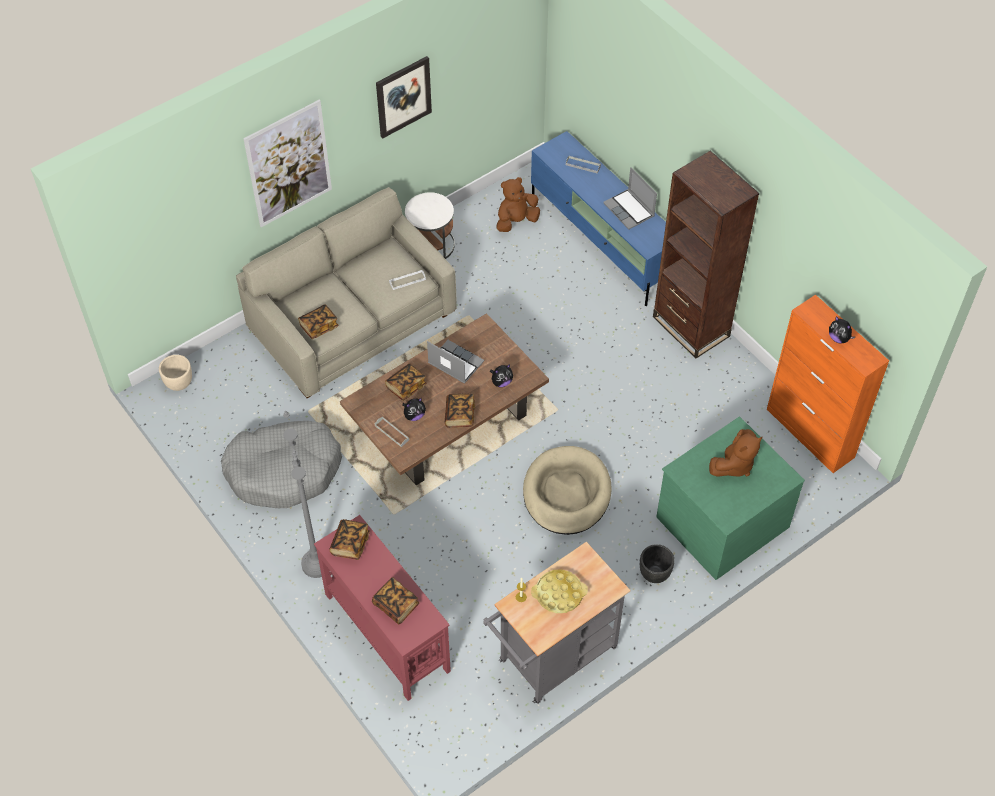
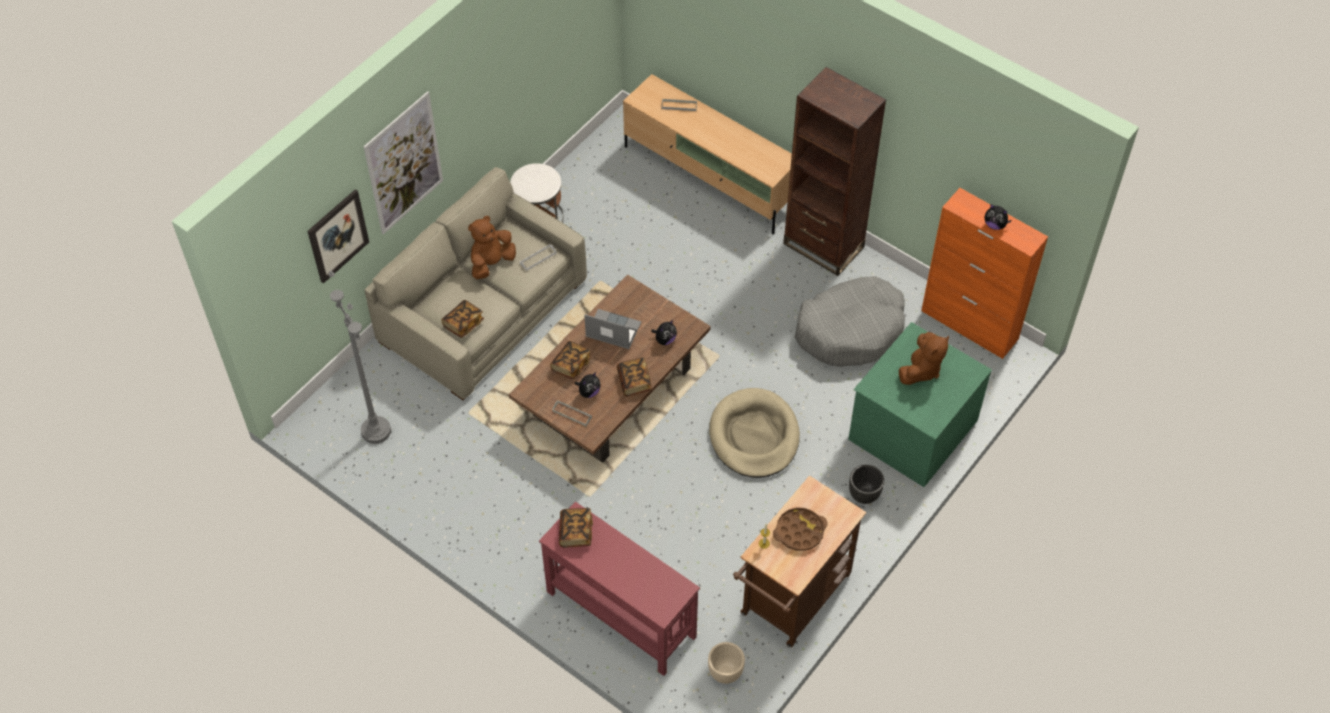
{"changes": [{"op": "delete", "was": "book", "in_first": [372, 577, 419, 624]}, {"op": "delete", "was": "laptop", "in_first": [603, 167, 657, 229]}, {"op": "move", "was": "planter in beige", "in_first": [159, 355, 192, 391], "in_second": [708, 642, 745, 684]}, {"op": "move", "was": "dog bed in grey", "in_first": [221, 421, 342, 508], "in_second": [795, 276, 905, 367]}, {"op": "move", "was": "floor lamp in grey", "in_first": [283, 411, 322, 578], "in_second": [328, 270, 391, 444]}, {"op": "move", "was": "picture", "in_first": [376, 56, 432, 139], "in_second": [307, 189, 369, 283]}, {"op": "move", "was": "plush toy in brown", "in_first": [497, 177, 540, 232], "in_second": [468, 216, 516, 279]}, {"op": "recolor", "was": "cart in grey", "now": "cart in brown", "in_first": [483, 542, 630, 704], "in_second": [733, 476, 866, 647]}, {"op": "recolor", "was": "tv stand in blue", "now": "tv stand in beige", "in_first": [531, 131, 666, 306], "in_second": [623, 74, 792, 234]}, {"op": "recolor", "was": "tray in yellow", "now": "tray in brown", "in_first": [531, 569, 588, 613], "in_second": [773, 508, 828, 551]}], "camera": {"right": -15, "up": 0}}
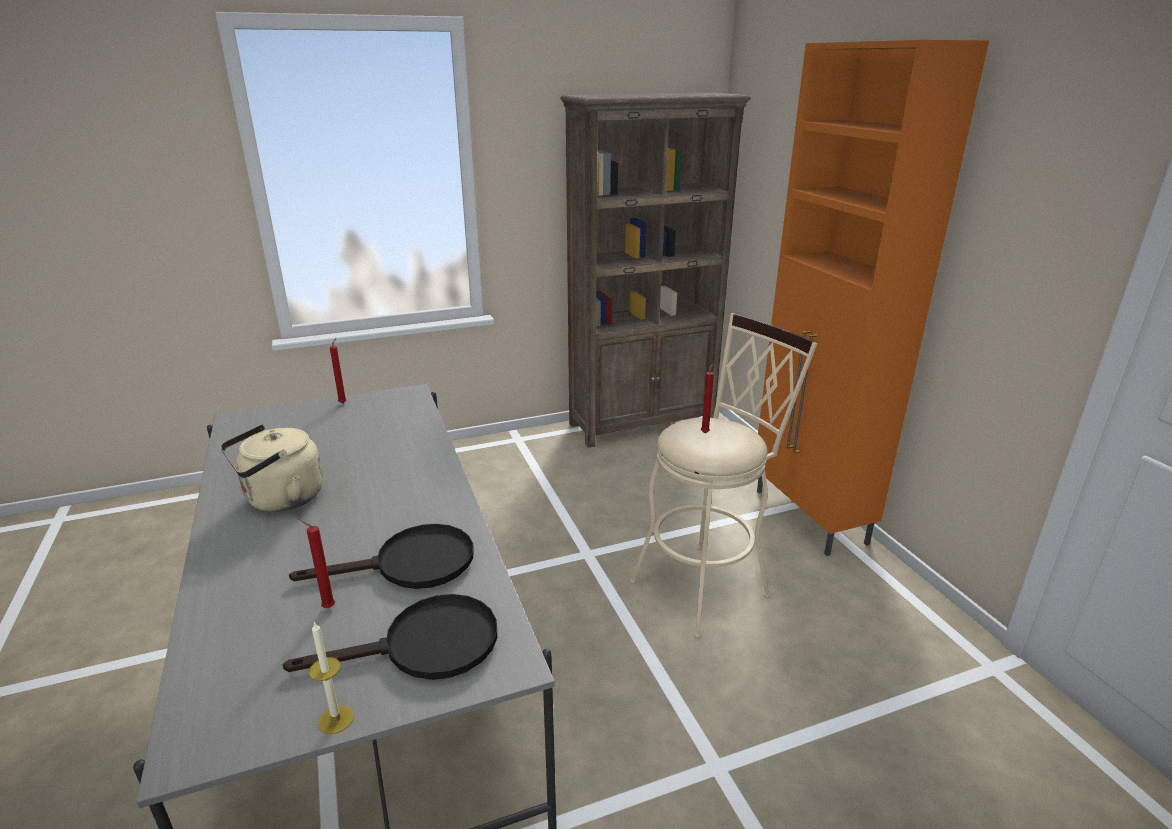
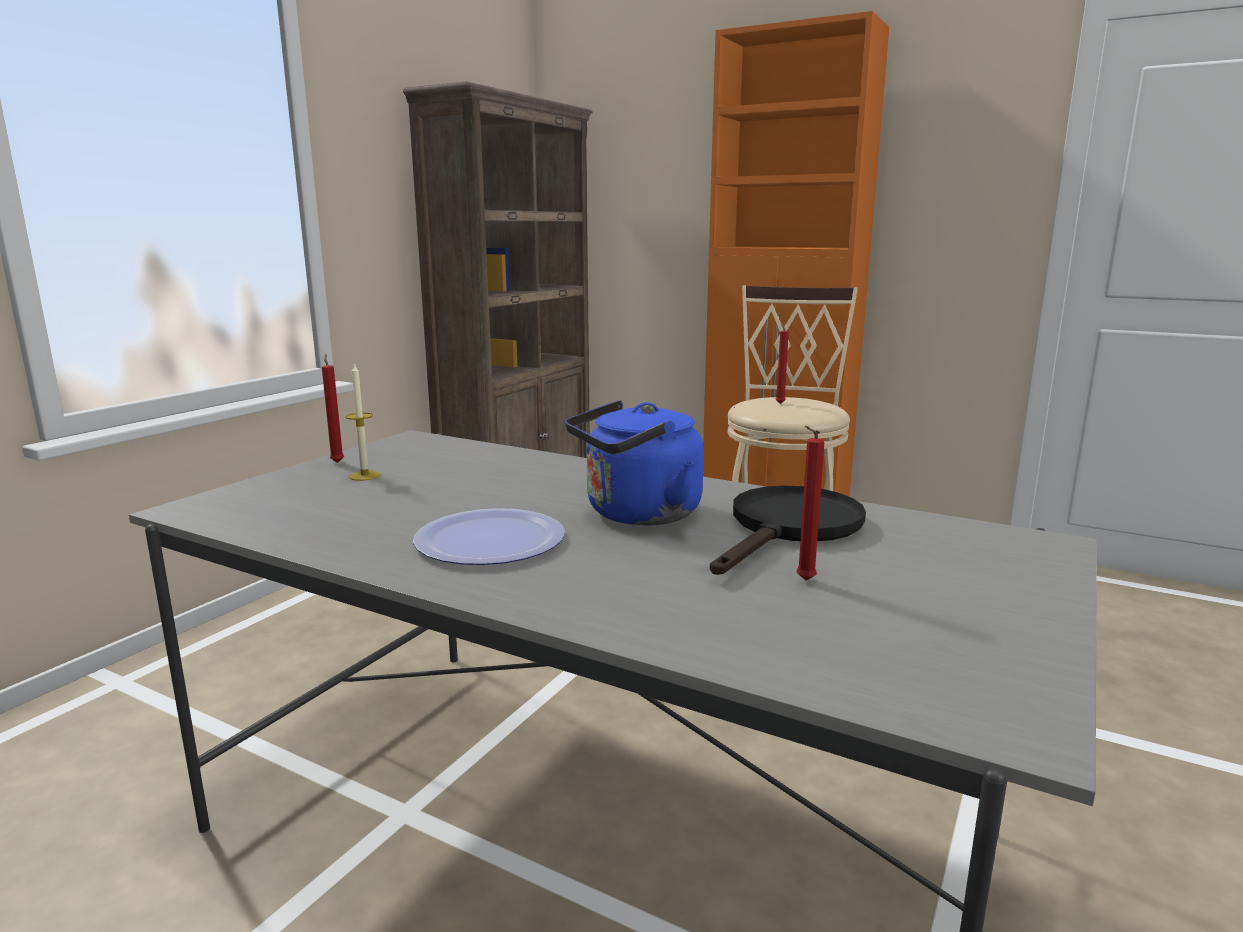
{"changes": [{"op": "delete", "was": "frying pan in black", "in_first": [283, 594, 497, 680]}, {"op": "insert", "now": "kettle in blue", "in_second": [565, 400, 704, 525]}, {"op": "move", "was": "candle", "in_first": [309, 621, 354, 734], "in_second": [346, 363, 381, 481]}, {"op": "replace", "was": "kettle in beige", "now": "plate", "in_first": [220, 424, 323, 512], "in_second": [413, 508, 565, 565]}], "camera": {"right": -40, "up": -10}}
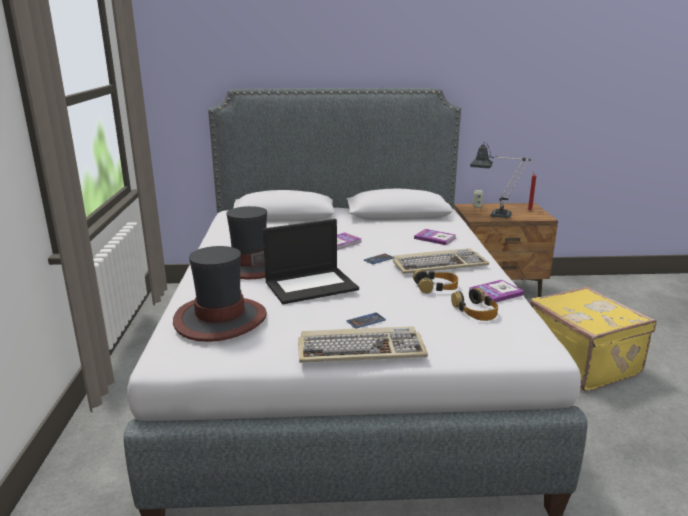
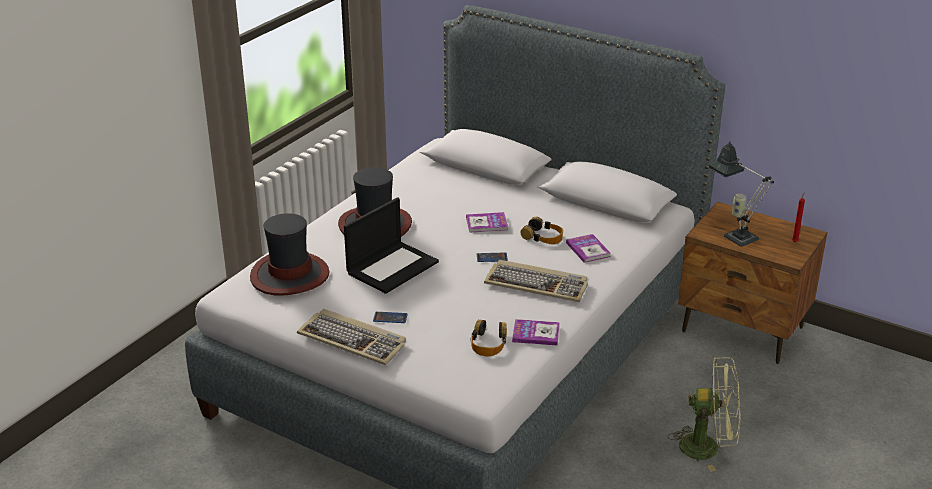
{"changes": [{"op": "move", "was": "headphones", "in_first": [413, 269, 458, 294], "in_second": [520, 217, 563, 244]}, {"op": "replace", "was": "suitcase in yellow", "now": "fan in green", "in_first": [530, 287, 656, 392], "in_second": [668, 357, 741, 472]}, {"op": "rotate", "was": "laptop", "in_first": [263, 219, 359, 304], "in_second": [344, 197, 439, 294], "clockwise": -60}], "camera": {"right": 35, "up": 10}}
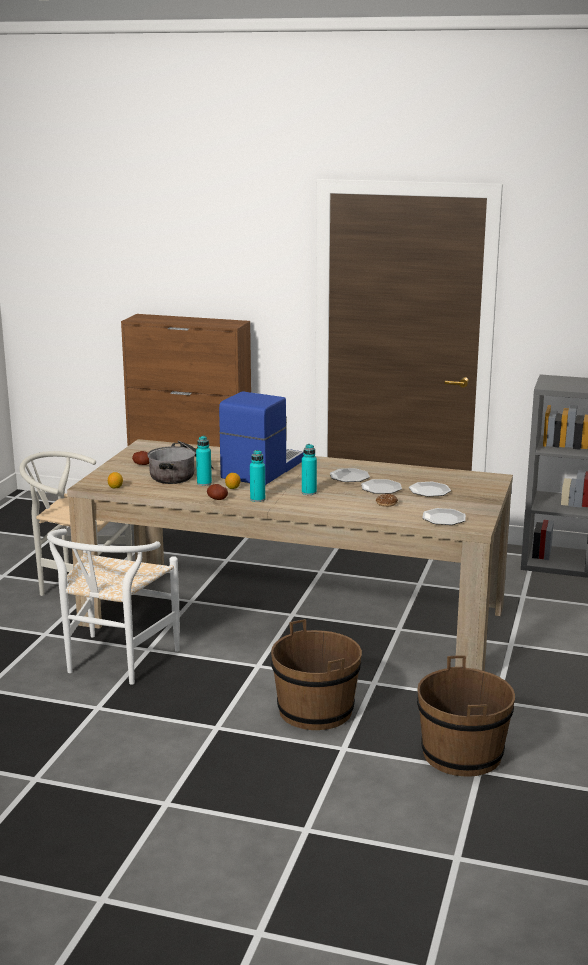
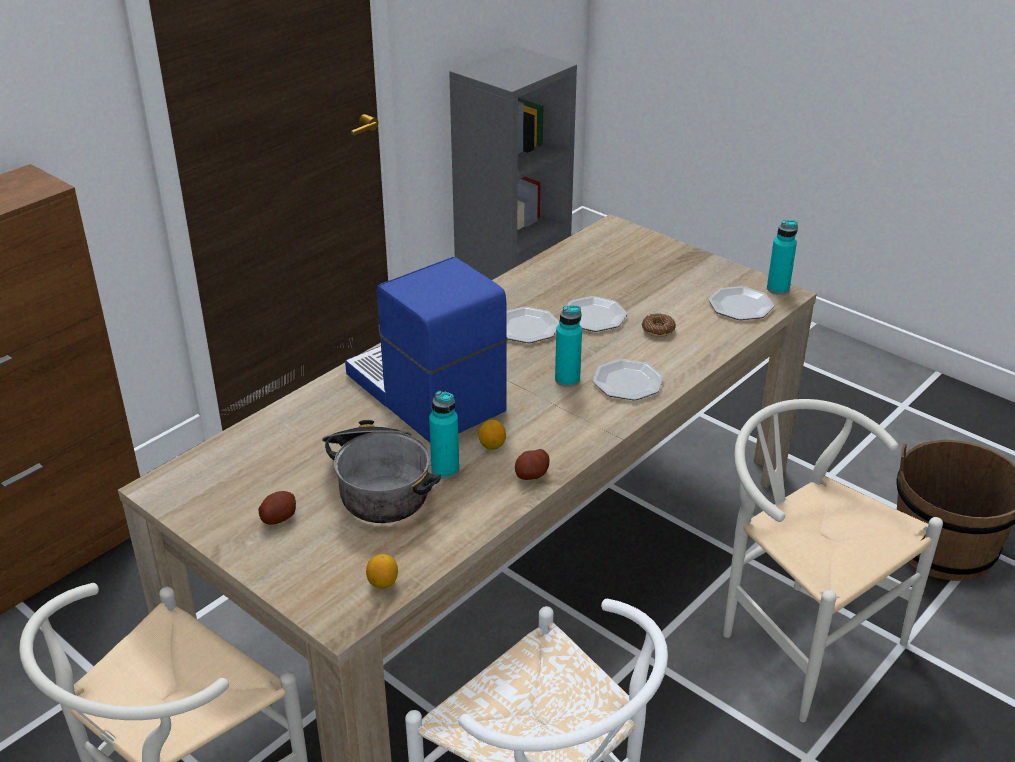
{"changes": [{"op": "move", "was": "bottle in turquoise", "in_first": [250, 450, 265, 502], "in_second": [767, 220, 798, 295]}, {"op": "move", "was": "plate", "in_first": [409, 482, 451, 497], "in_second": [593, 359, 663, 400]}, {"op": "replace", "was": "bucket in brown", "now": "chair in white", "in_first": [271, 619, 362, 730], "in_second": [723, 399, 943, 722]}], "camera": {"right": -65, "up": 15}}
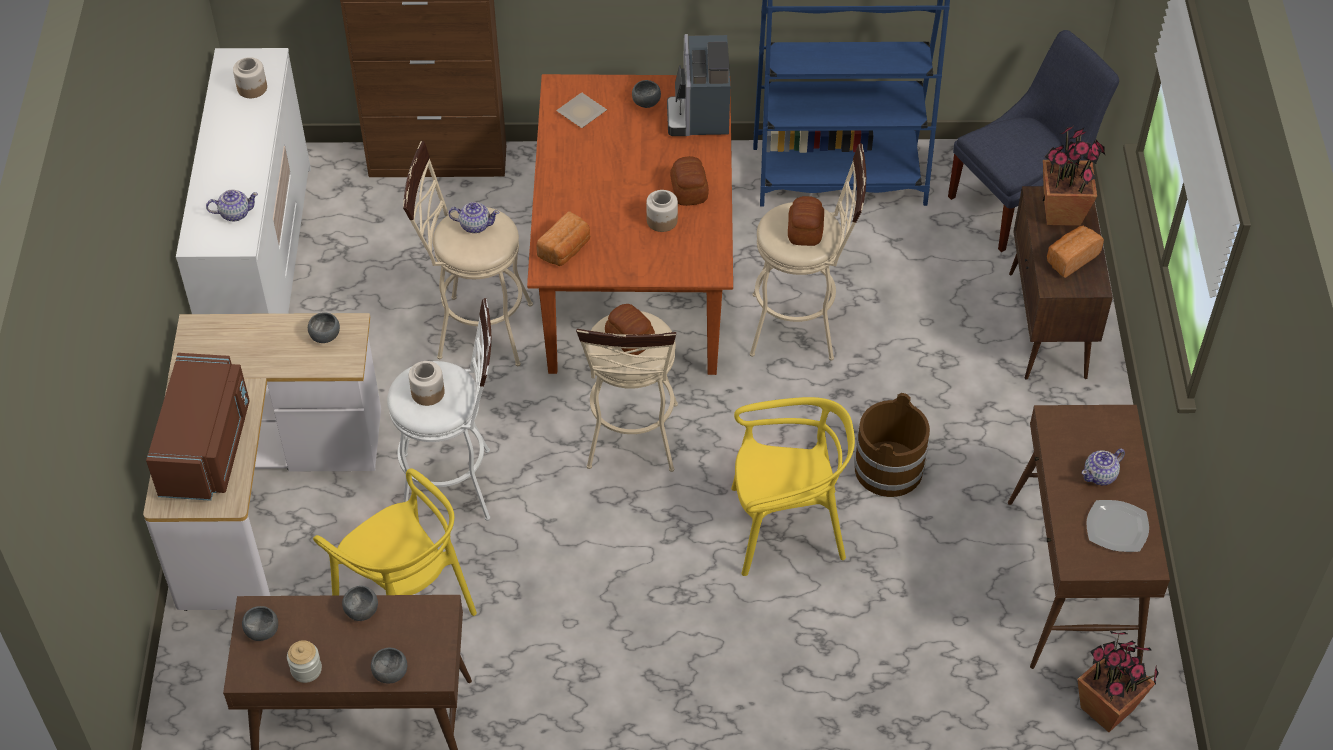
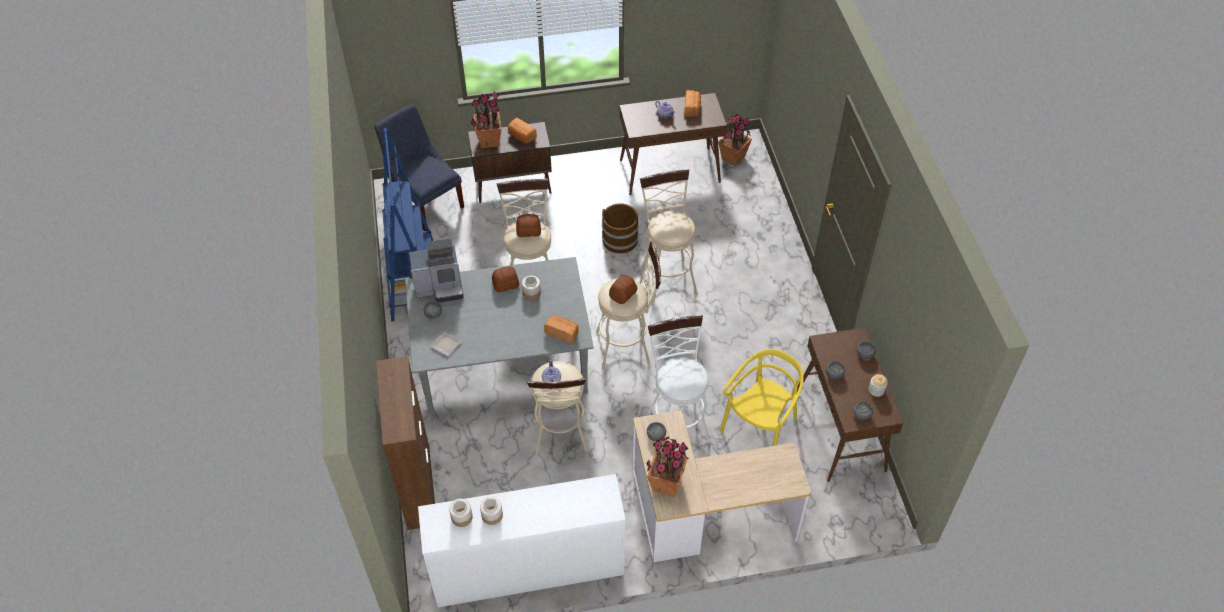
{"changes": [{"op": "delete", "was": "microwave in brown", "in_first": [146, 353, 250, 501]}, {"op": "delete", "was": "teapot", "in_first": [206, 190, 258, 221]}, {"op": "insert", "now": "potted plant", "in_second": [646, 437, 689, 497]}, {"op": "move", "was": "jar", "in_first": [409, 361, 445, 406], "in_second": [480, 496, 503, 525]}, {"op": "replace", "was": "chair in yellow", "now": "stool in beige", "in_first": [731, 397, 855, 576], "in_second": [640, 169, 697, 302]}, {"op": "replace", "was": "plate", "now": "bread", "in_first": [1086, 500, 1149, 552], "in_second": [684, 90, 701, 117]}, {"op": "recolor", "was": "dining table in brown", "now": "dining table in grey", "in_first": [527, 74, 733, 375], "in_second": [405, 257, 594, 415]}], "camera": {"right": -100, "up": 0}}
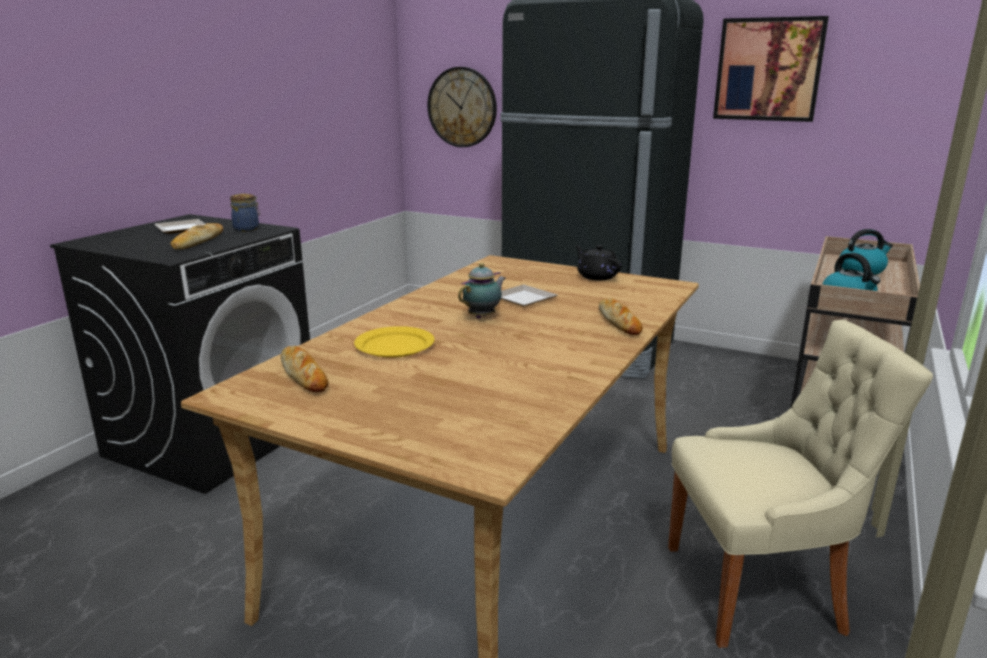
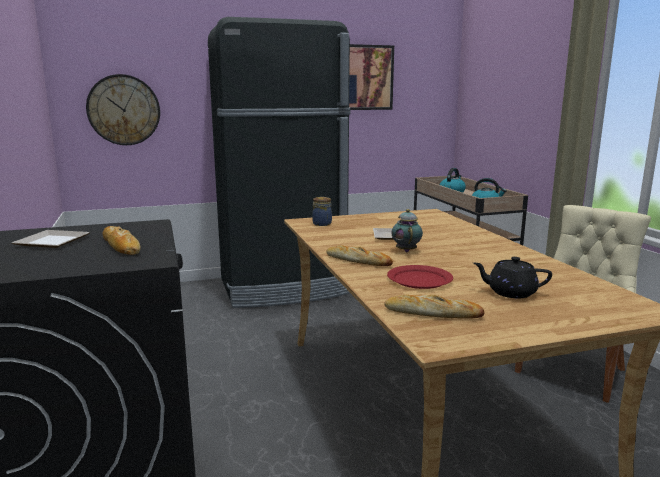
{"changes": [{"op": "move", "was": "jar", "in_first": [230, 194, 260, 232], "in_second": [312, 197, 332, 226]}, {"op": "move", "was": "teapot in black", "in_first": [575, 245, 622, 280], "in_second": [473, 257, 552, 298]}, {"op": "move", "was": "bread", "in_first": [599, 298, 643, 335], "in_second": [326, 245, 393, 266]}, {"op": "recolor", "was": "plate in yellow", "now": "plate in red", "in_first": [354, 326, 435, 358], "in_second": [387, 265, 453, 289]}], "camera": {"right": -45, "up": -5}}
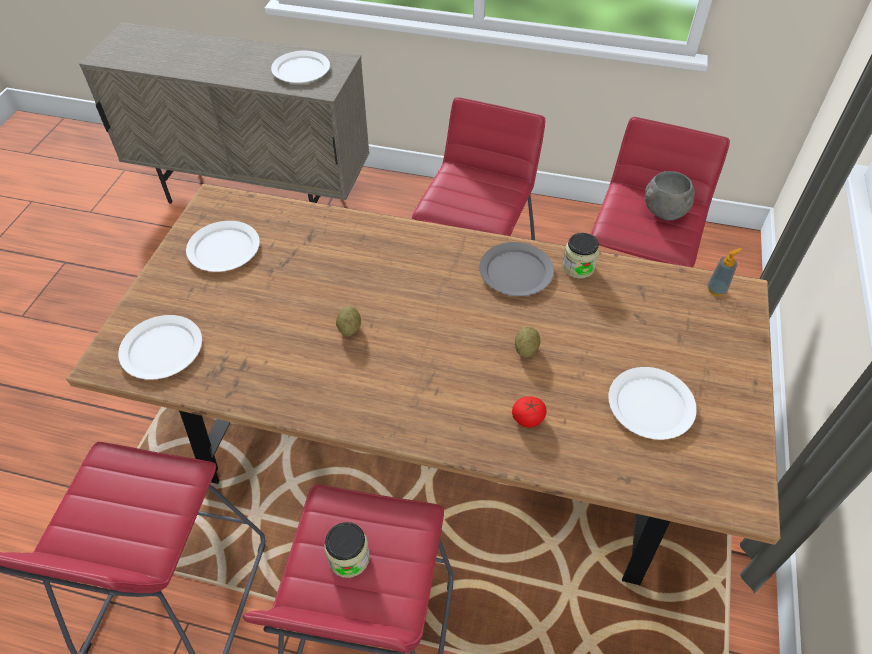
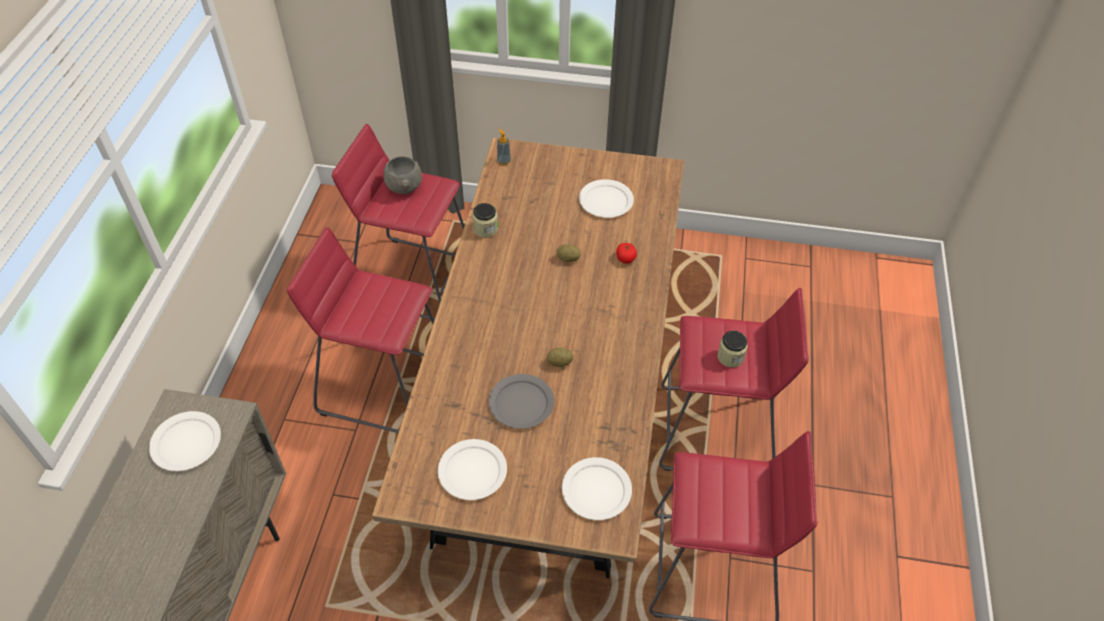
{"changes": [{"op": "move", "was": "plate in grey", "in_first": [479, 242, 554, 296], "in_second": [489, 374, 554, 429]}], "camera": {"right": -95, "up": 0}}
